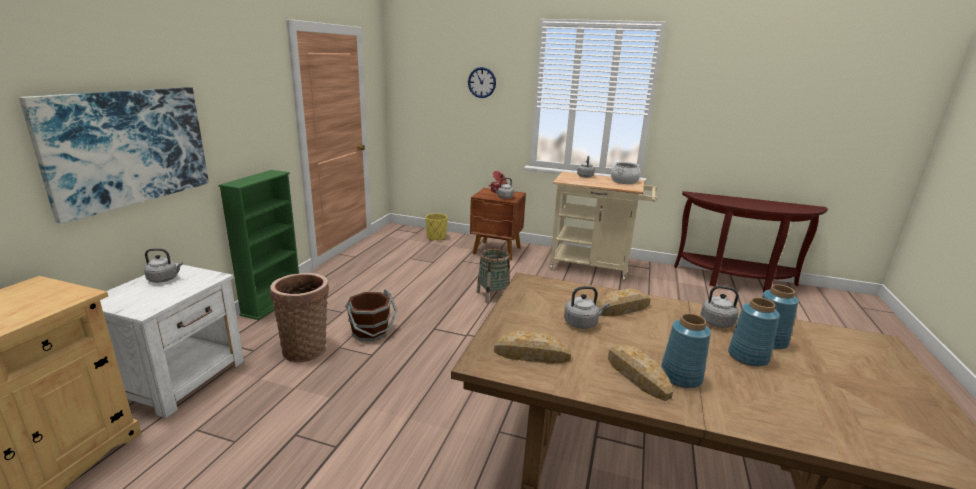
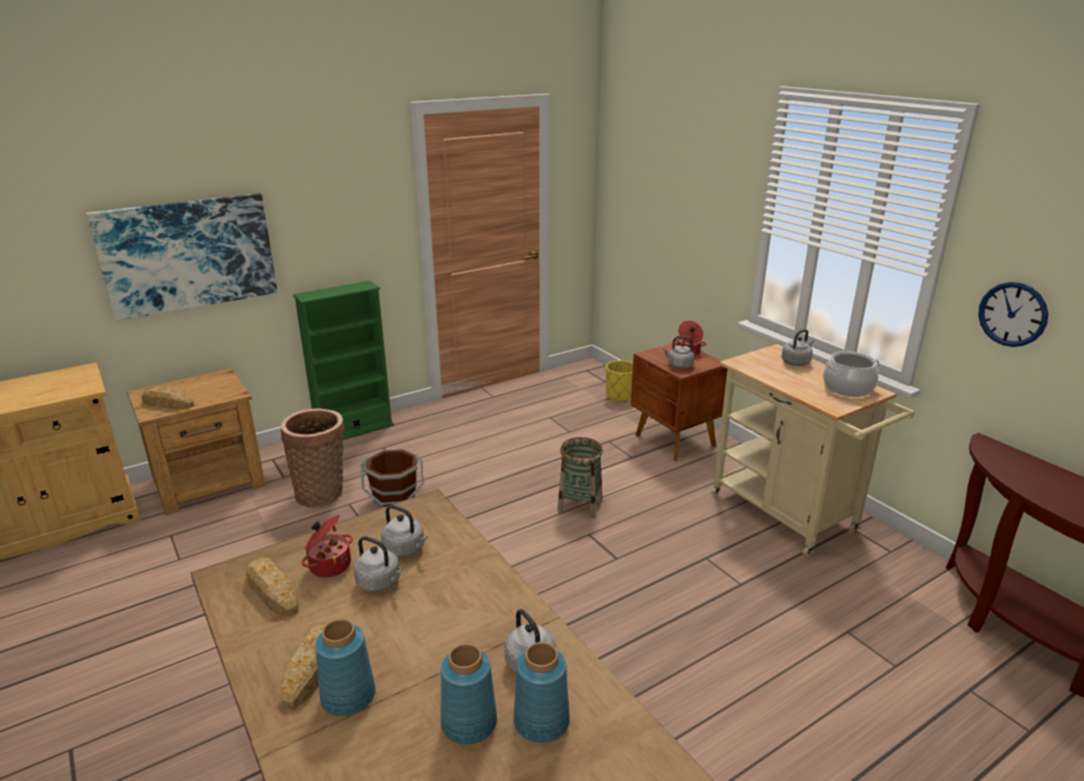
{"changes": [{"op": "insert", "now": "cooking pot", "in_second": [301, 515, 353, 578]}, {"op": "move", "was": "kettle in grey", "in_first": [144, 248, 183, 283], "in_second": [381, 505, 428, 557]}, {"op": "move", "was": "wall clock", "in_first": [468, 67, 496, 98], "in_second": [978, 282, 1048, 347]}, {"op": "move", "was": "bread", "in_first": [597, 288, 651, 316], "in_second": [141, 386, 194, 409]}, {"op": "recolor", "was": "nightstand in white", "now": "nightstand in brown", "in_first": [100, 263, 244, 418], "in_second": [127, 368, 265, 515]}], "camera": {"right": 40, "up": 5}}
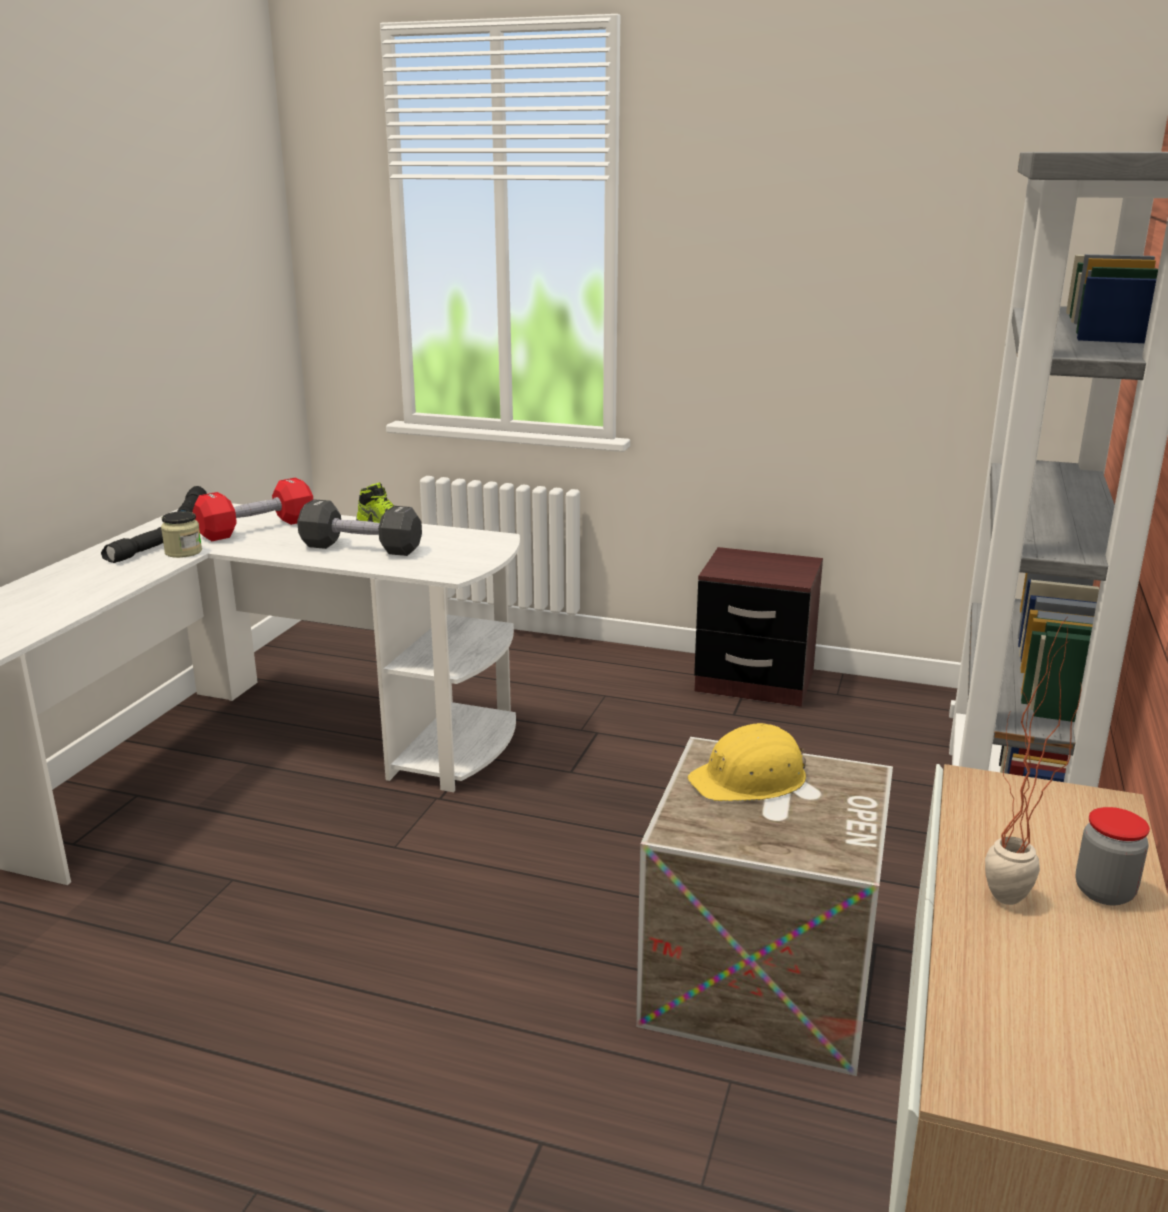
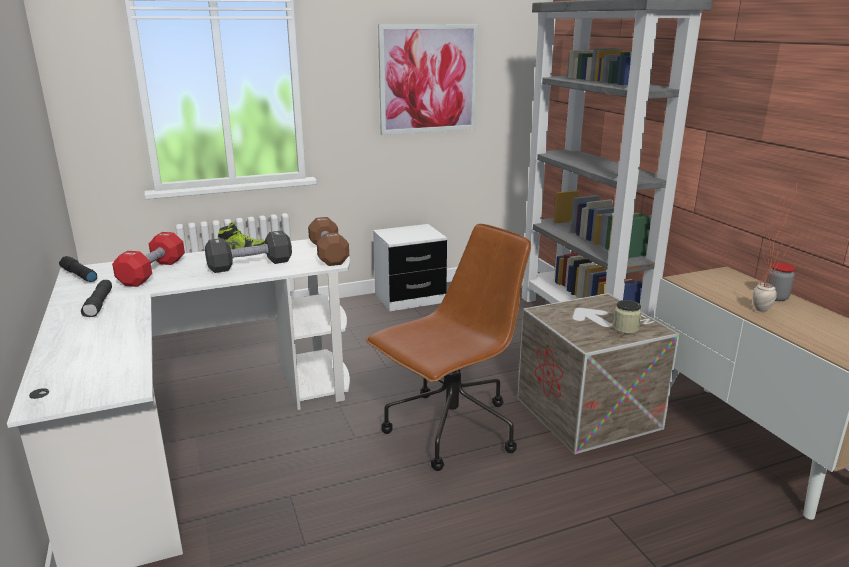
{"changes": [{"op": "delete", "was": "hard hat in yellow", "in_first": [688, 723, 806, 801]}, {"op": "insert", "now": "dumbbell in brown", "in_second": [308, 217, 349, 266]}, {"op": "insert", "now": "office chair in brown", "in_second": [366, 224, 531, 471]}, {"op": "insert", "now": "picture", "in_second": [378, 24, 478, 135]}, {"op": "move", "was": "jar", "in_first": [161, 511, 202, 558], "in_second": [613, 300, 641, 334]}, {"op": "recolor", "was": "nightstand in brown", "now": "nightstand in white", "in_first": [694, 547, 823, 707], "in_second": [373, 224, 447, 311]}], "camera": {"right": -40, "up": 0}}
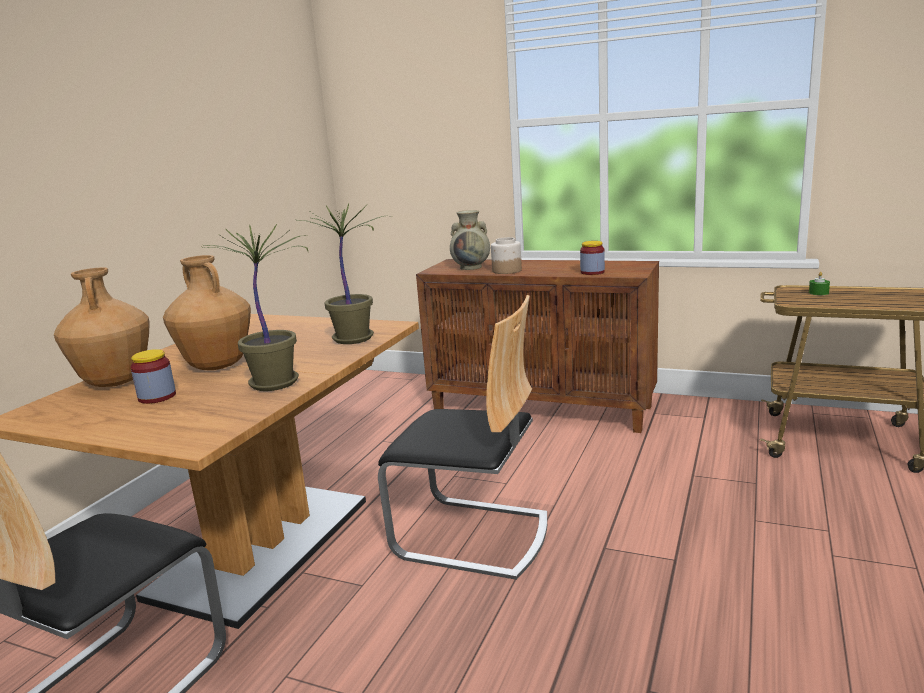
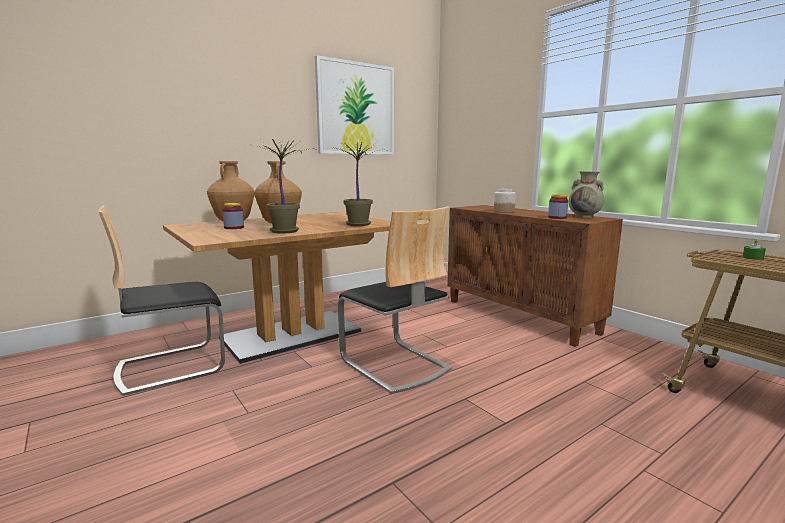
{"changes": [{"op": "insert", "now": "picture", "in_second": [315, 55, 394, 155]}, {"op": "move", "was": "vase in beige", "in_first": [450, 210, 490, 270], "in_second": [569, 171, 604, 218]}], "camera": {"right": 30, "up": -5}}
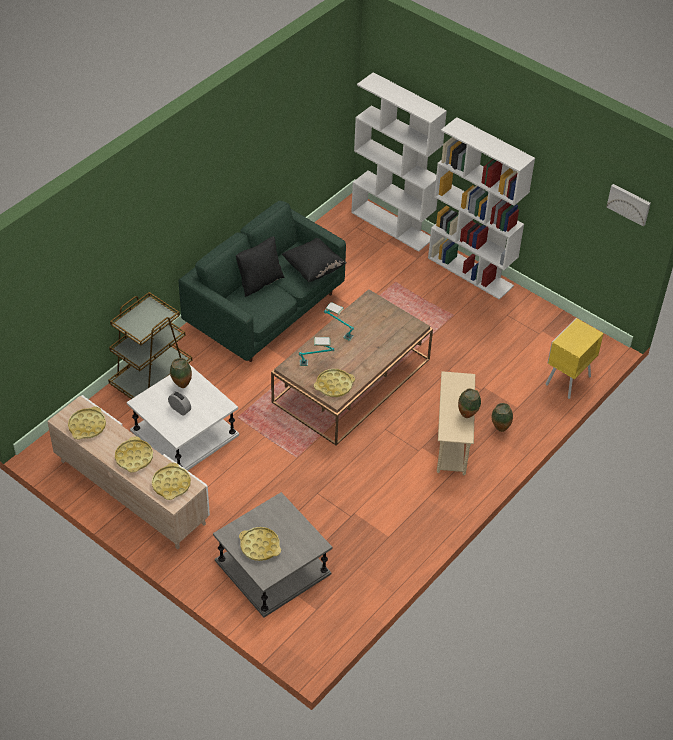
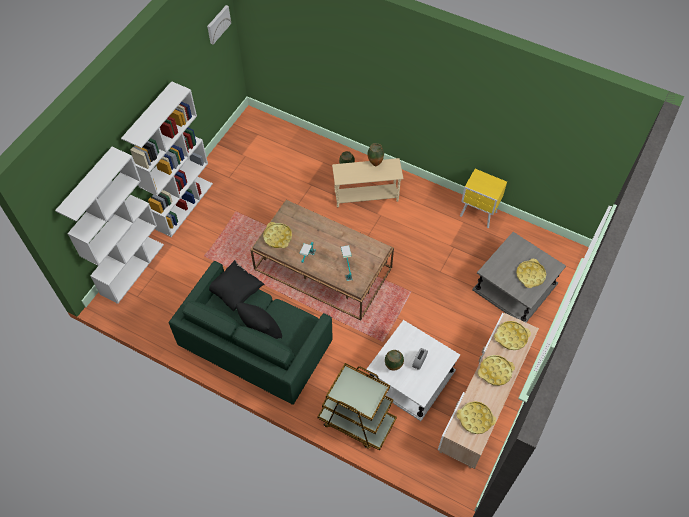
{"changes": [{"op": "move", "was": "tray in yellow", "in_first": [314, 369, 355, 397], "in_second": [263, 222, 292, 248]}, {"op": "move", "was": "nightstand in yellow", "in_first": [546, 318, 604, 399], "in_second": [460, 169, 507, 228]}], "camera": {"right": -100, "up": 10}}
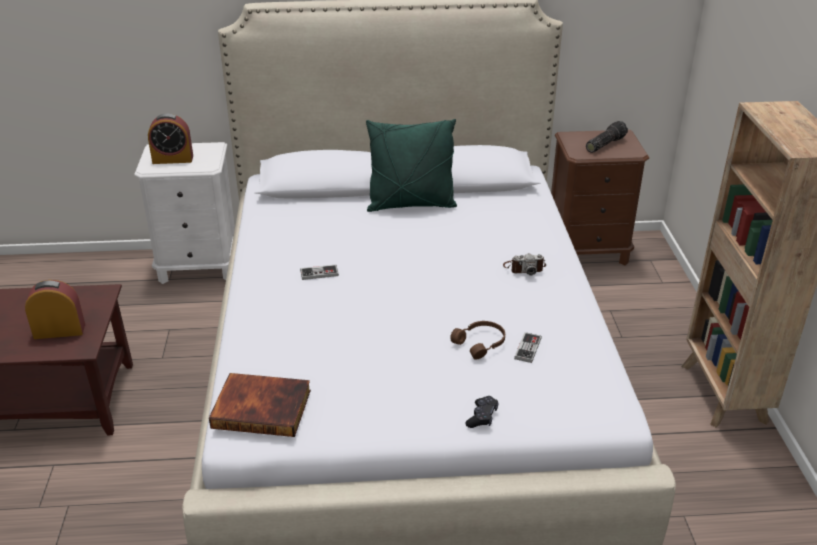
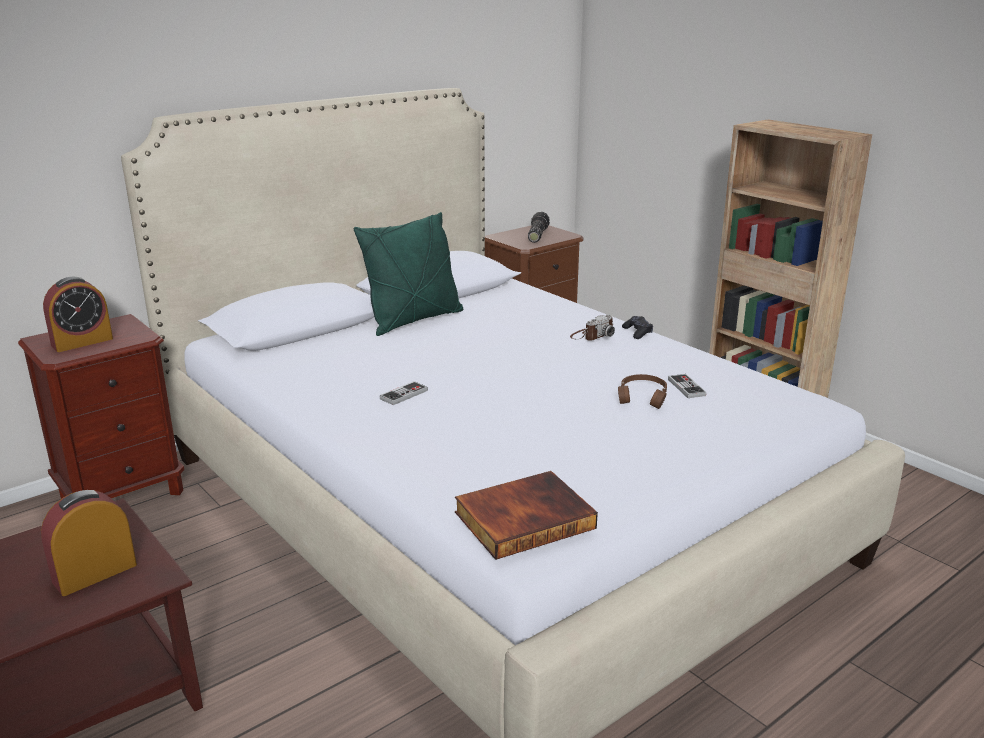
{"changes": [{"op": "move", "was": "game controller in black", "in_first": [465, 396, 499, 428], "in_second": [622, 316, 653, 339]}, {"op": "recolor", "was": "nightstand in white", "now": "nightstand in brown", "in_first": [134, 142, 235, 284], "in_second": [18, 314, 184, 498]}], "camera": {"right": -35, "up": -10}}
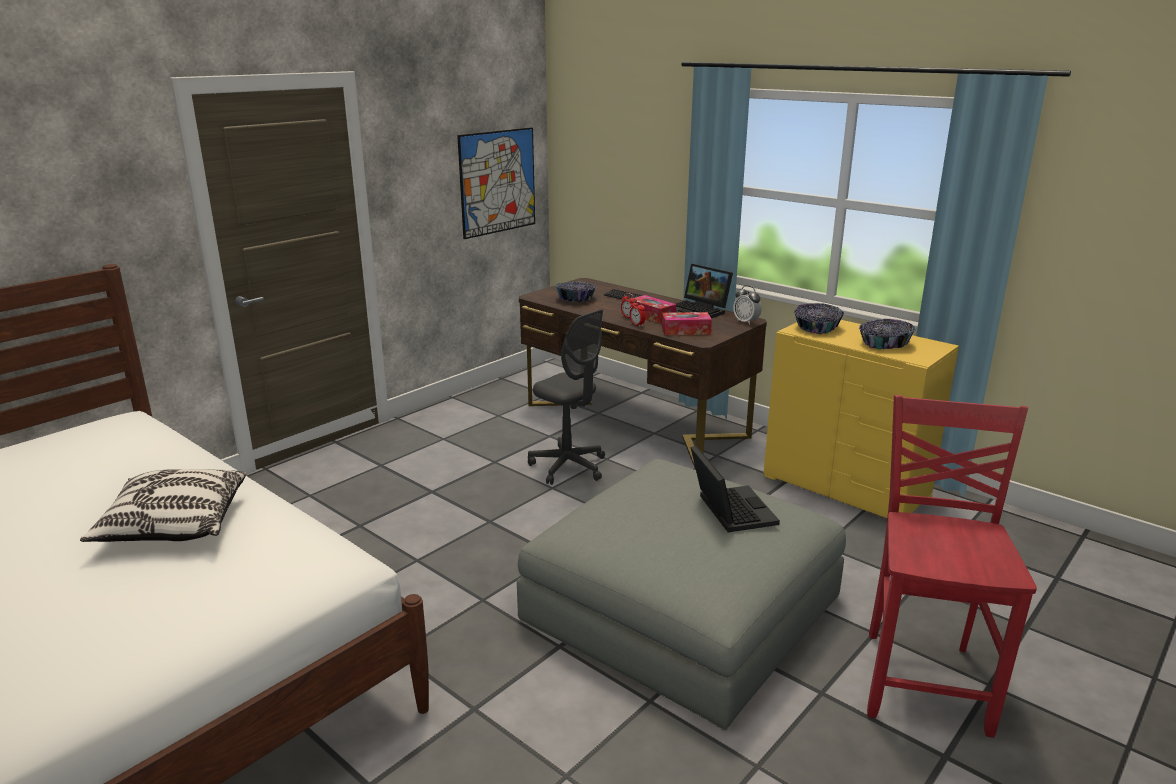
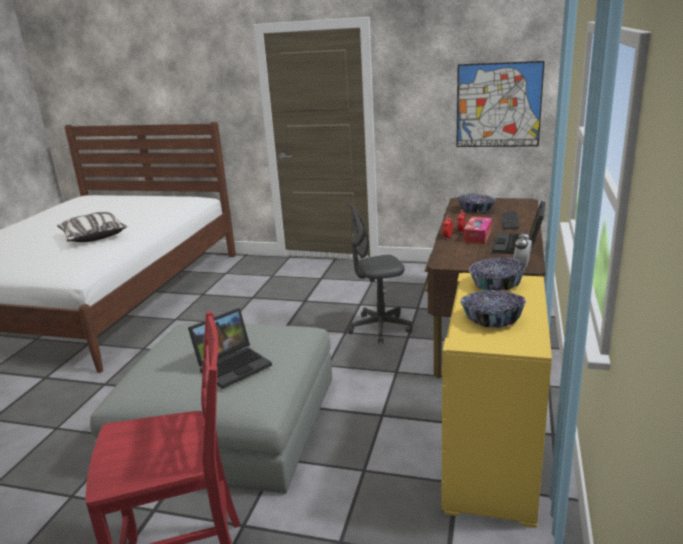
{"changes": [{"op": "delete", "was": "tissue box", "in_first": [662, 312, 712, 335]}, {"op": "rotate", "was": "office chair in grey", "in_first": [528, 309, 605, 485], "in_second": [347, 202, 412, 344], "clockwise": 60}], "camera": {"right": 65, "up": 0}}
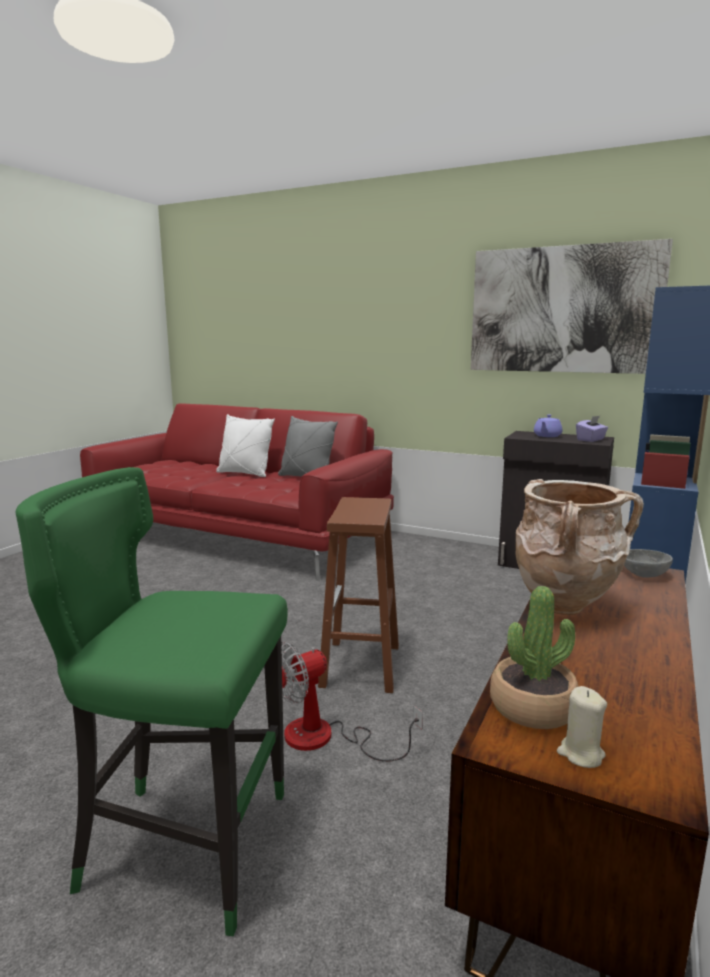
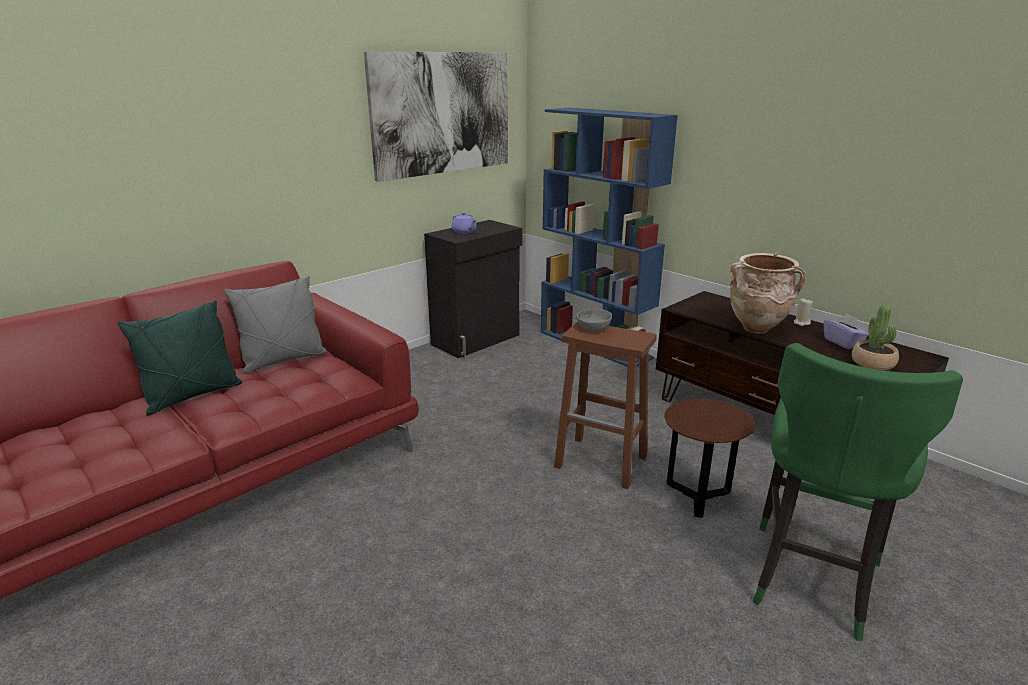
{"changes": [{"op": "move", "was": "candle in beige", "in_first": [557, 686, 607, 768], "in_second": [794, 298, 813, 326]}, {"op": "move", "was": "tissue box in purple", "in_first": [576, 416, 608, 442], "in_second": [824, 314, 869, 349]}, {"op": "move", "was": "bowl in grey", "in_first": [624, 549, 673, 578], "in_second": [577, 309, 612, 331]}, {"op": "replace", "was": "fan", "now": "side table in brown", "in_first": [281, 642, 423, 761], "in_second": [664, 399, 755, 518]}, {"op": "recolor", "was": "pillow in white", "now": "pillow in green", "in_first": [216, 414, 275, 477], "in_second": [118, 300, 242, 416]}], "camera": {"right": -70, "up": 10}}
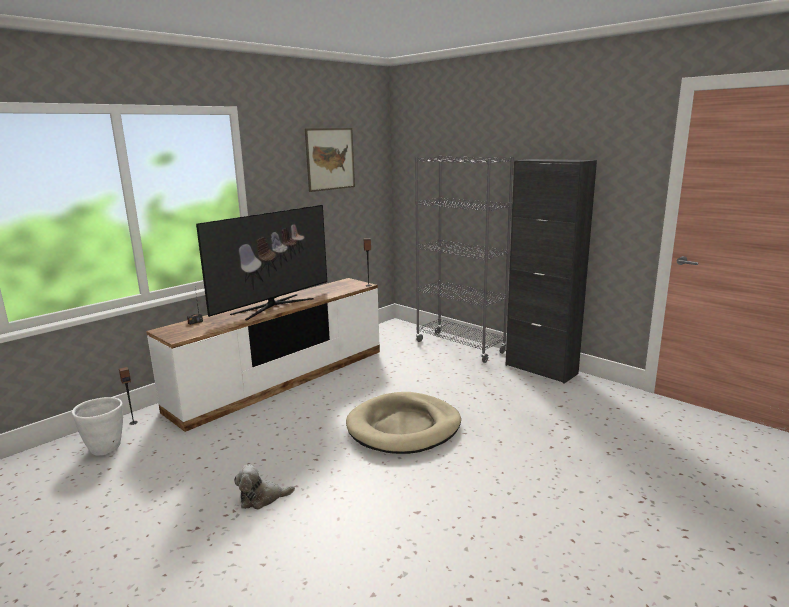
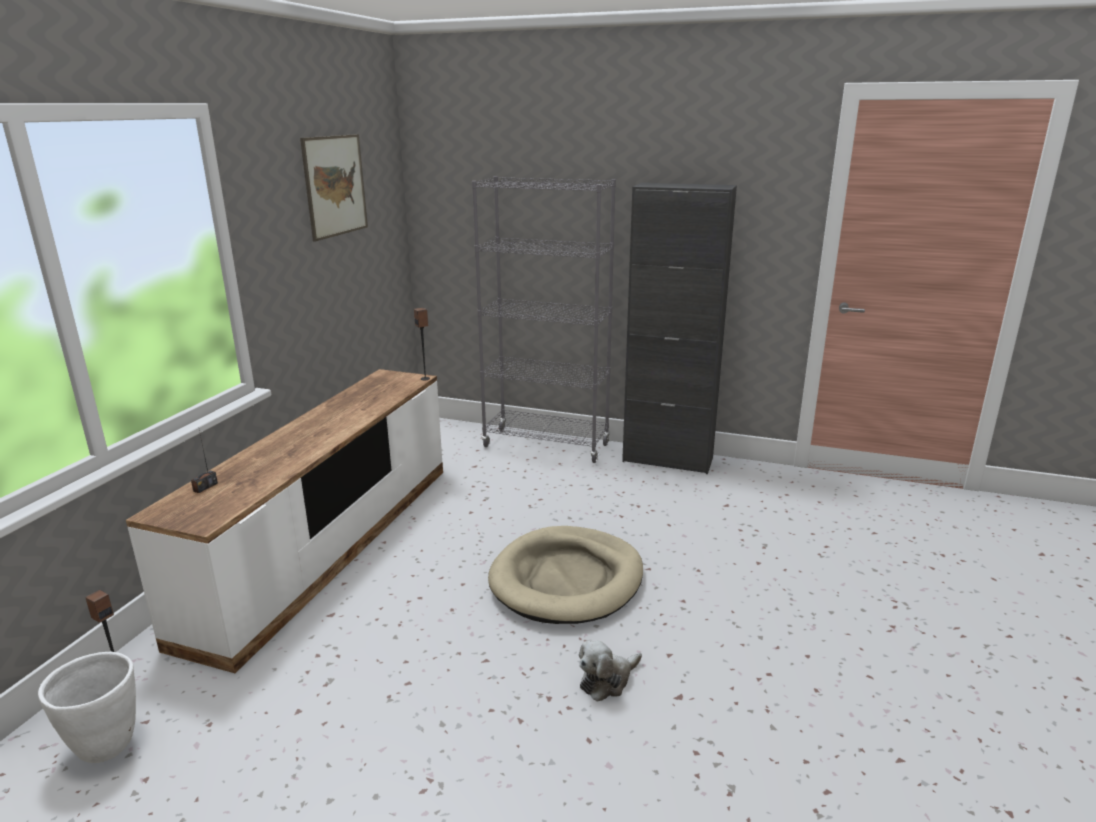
{"changes": [{"op": "delete", "was": "television", "in_first": [196, 205, 327, 320]}, {"op": "move", "was": "plush toy", "in_first": [234, 464, 295, 509], "in_second": [579, 640, 642, 701]}], "camera": {"right": -25, "up": 5}}
